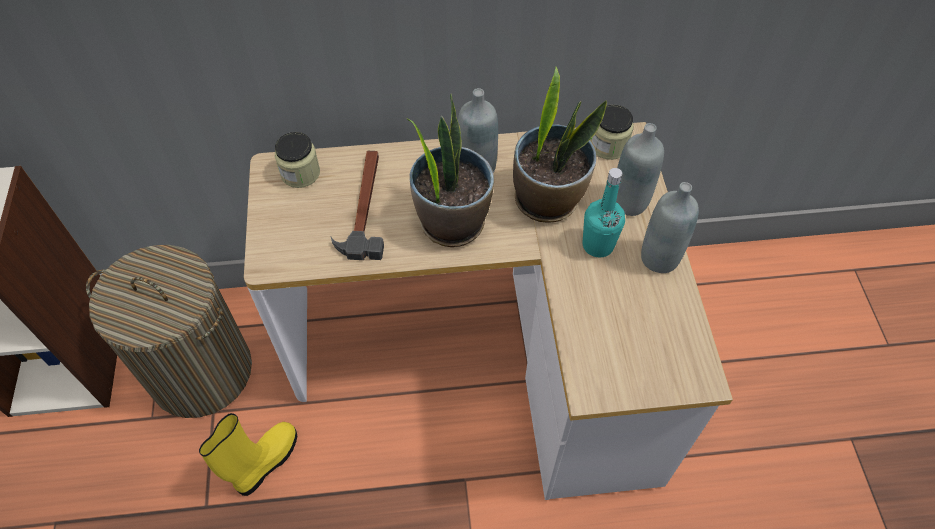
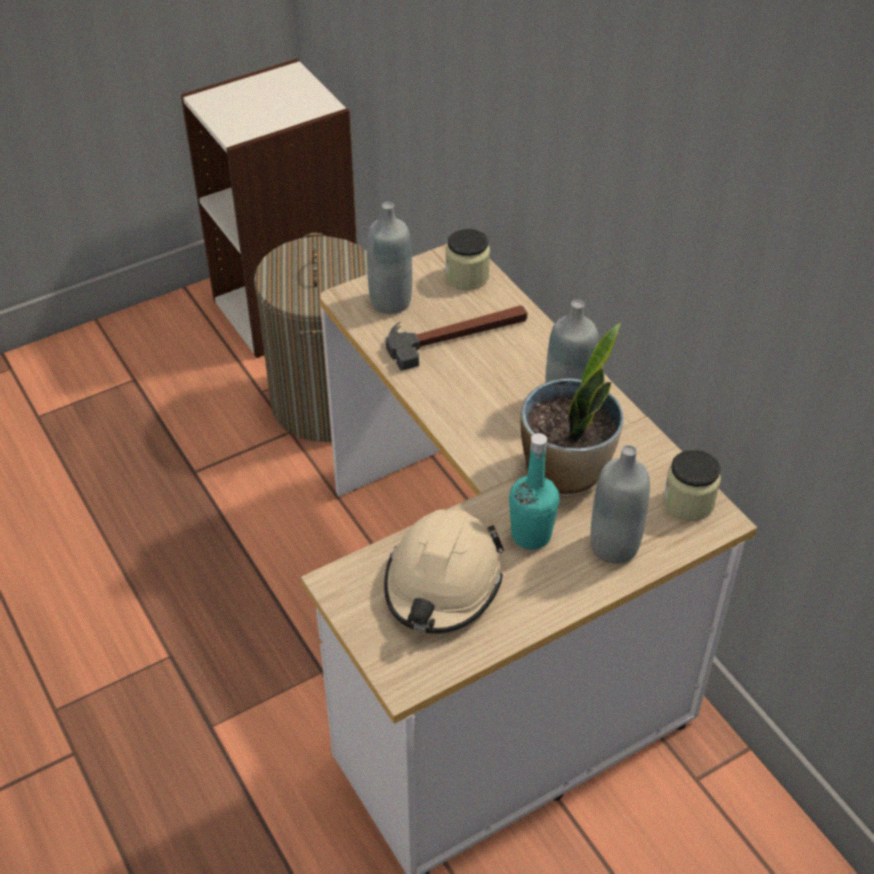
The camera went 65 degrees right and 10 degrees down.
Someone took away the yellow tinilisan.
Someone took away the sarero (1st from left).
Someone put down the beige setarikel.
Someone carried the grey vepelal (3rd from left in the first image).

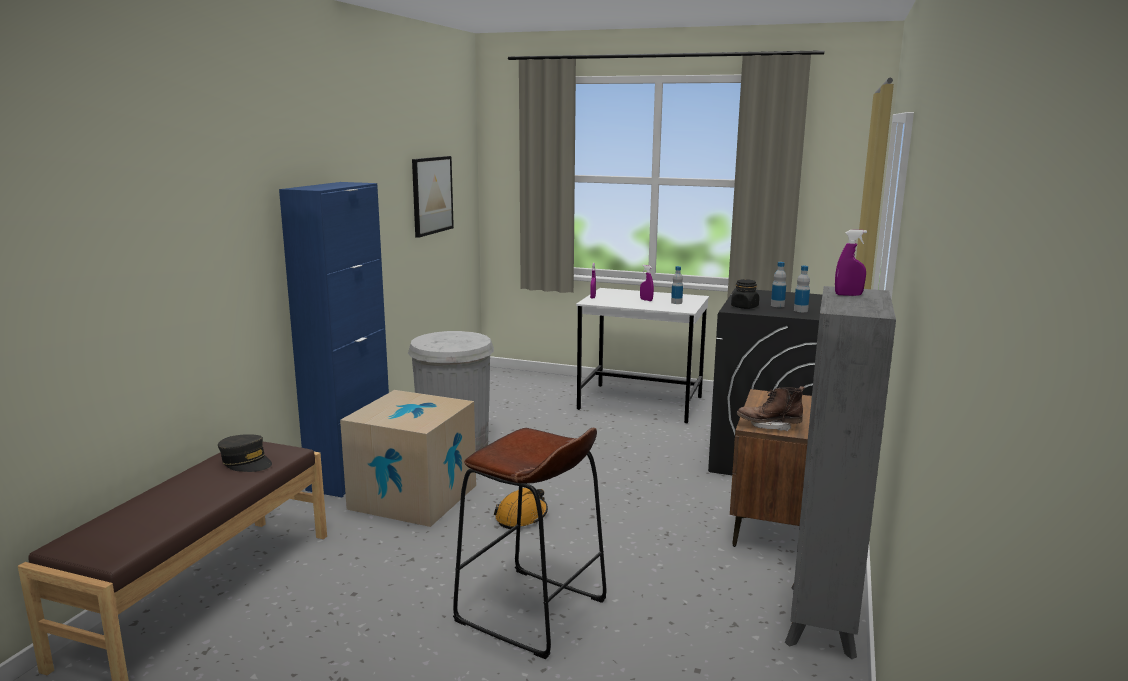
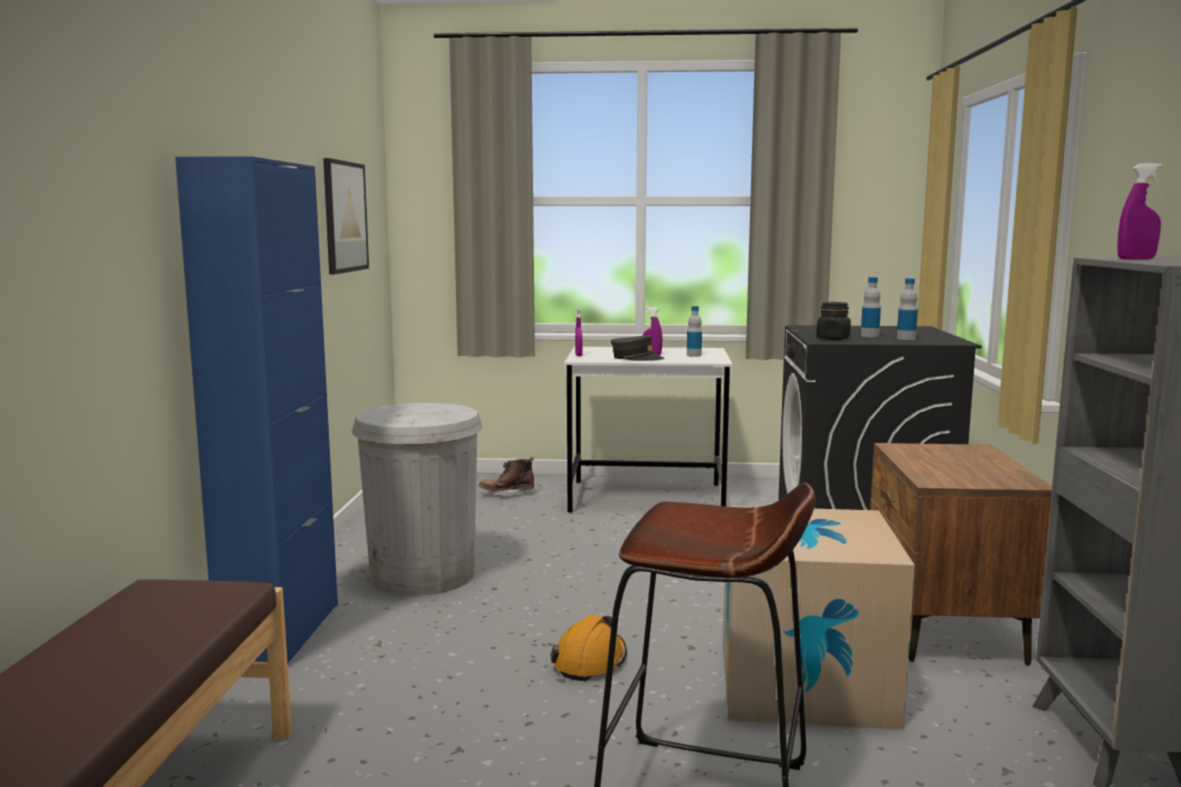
The camera went 15 degrees left and 5 degrees down.
Someone carried the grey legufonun.
Someone carried the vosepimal.
Someone carried the brown tinilisan.

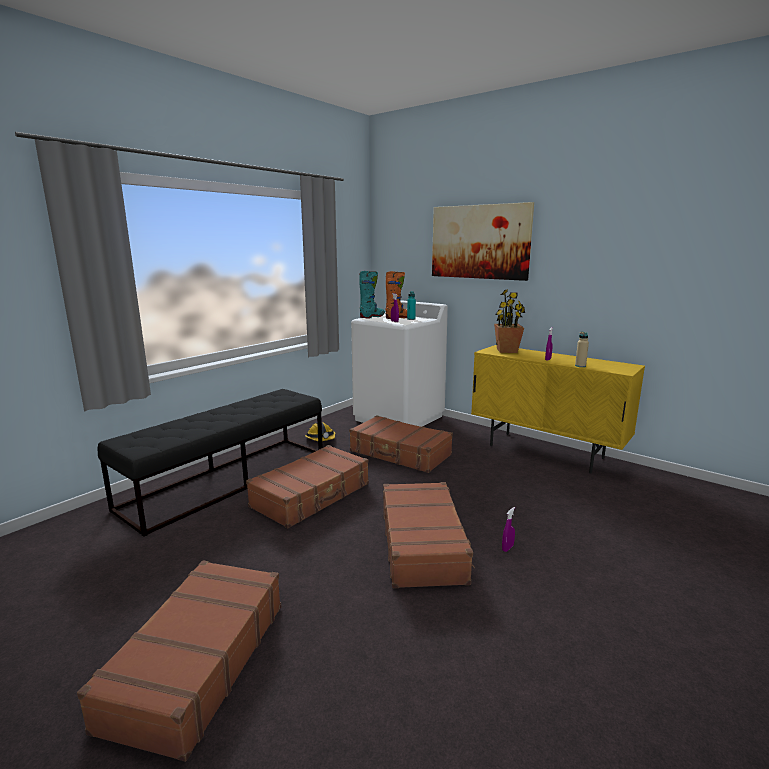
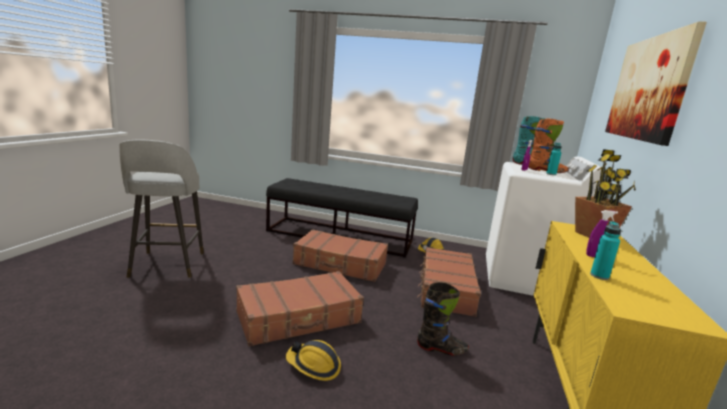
The camera went 65 degrees right and 0 degrees up.
Someone put down the black tinilisan.
Someone swapped the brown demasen (1st from left) for the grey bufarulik.
Someone swapped the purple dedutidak (2nd from left) for the setarikel (1st from left).
Someone repainted the beige vepelal, which became the turquoise vepelal (2nd from left).

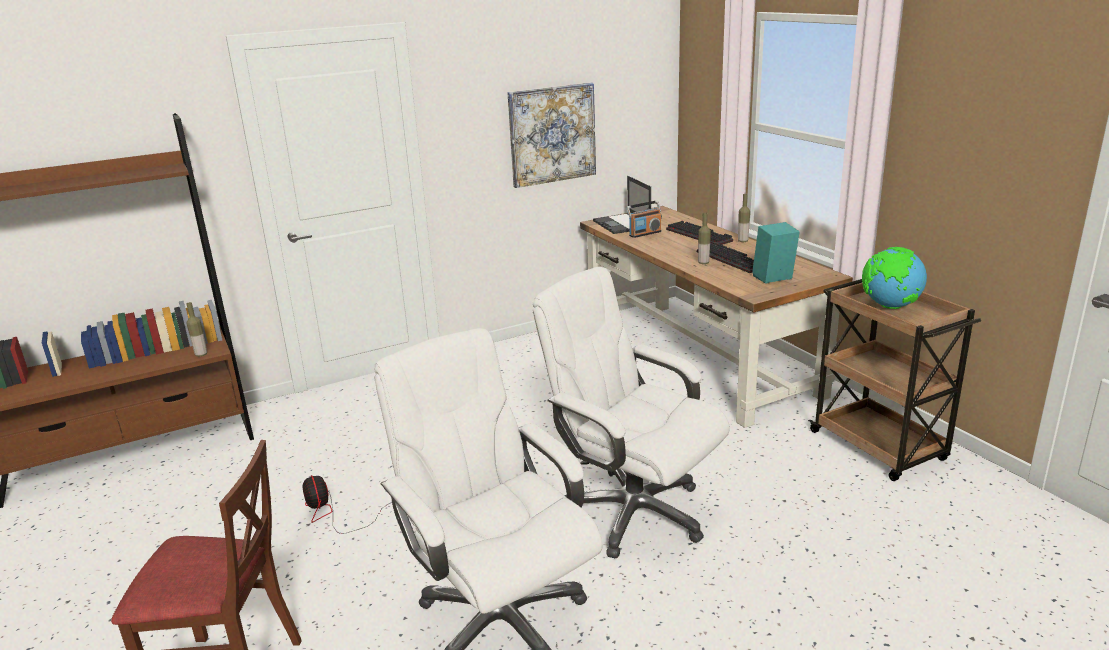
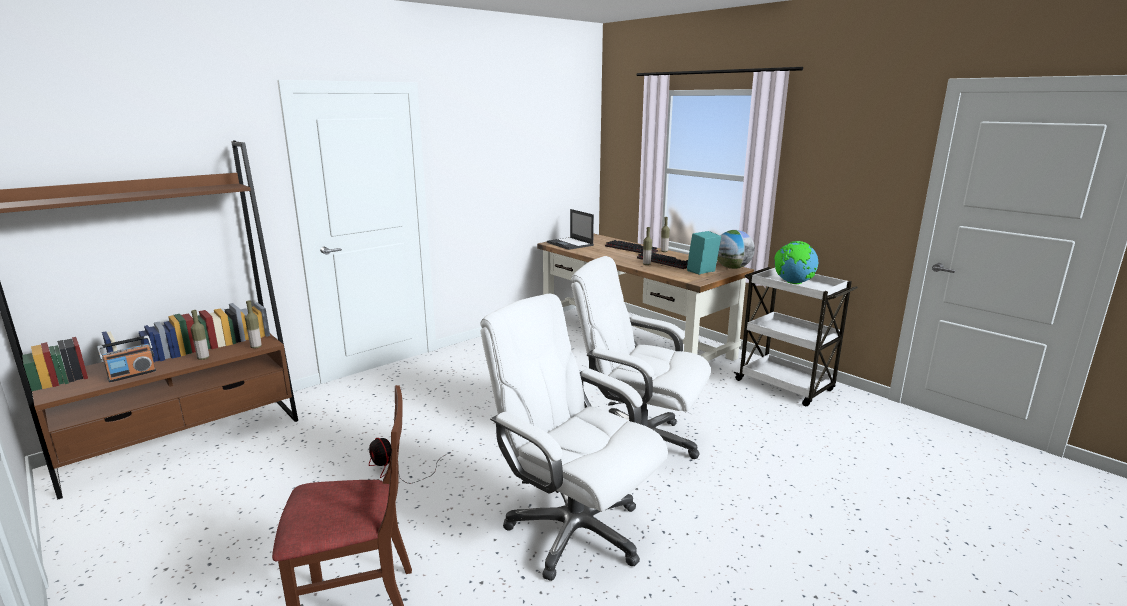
The camera went 15 degrees left and 5 degrees down.
Someone took away the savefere.
Someone put down the vepelal (1st from left).
Someone put down the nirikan (1st from left).
Someone carried the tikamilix.
Someone repainted the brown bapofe, which became the white bapofe.

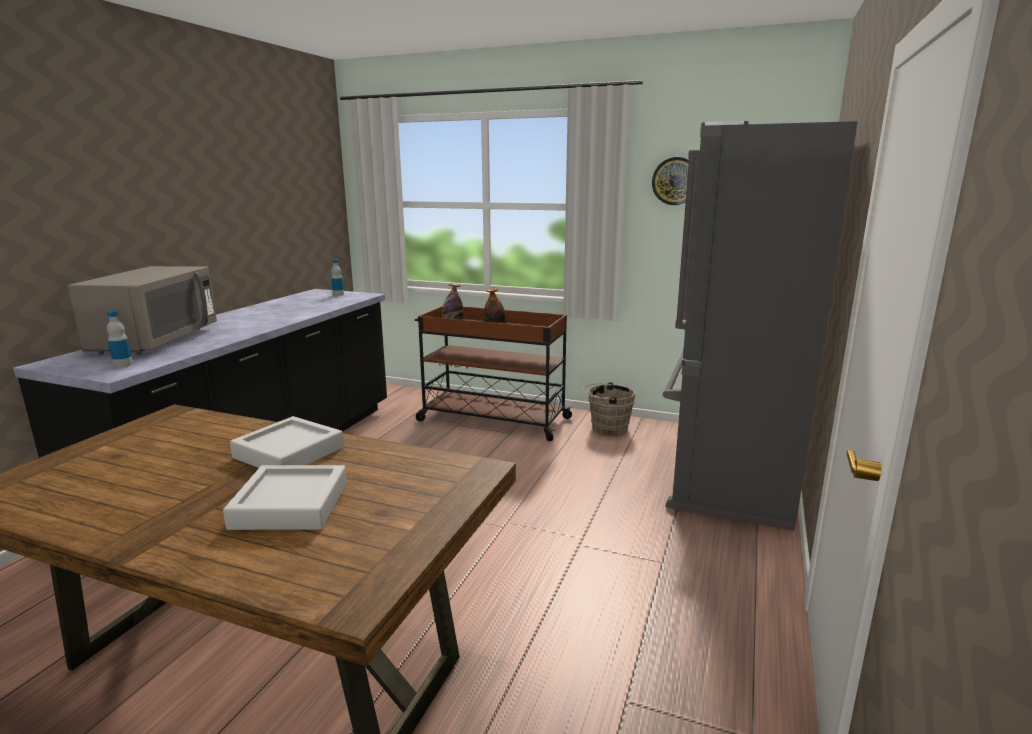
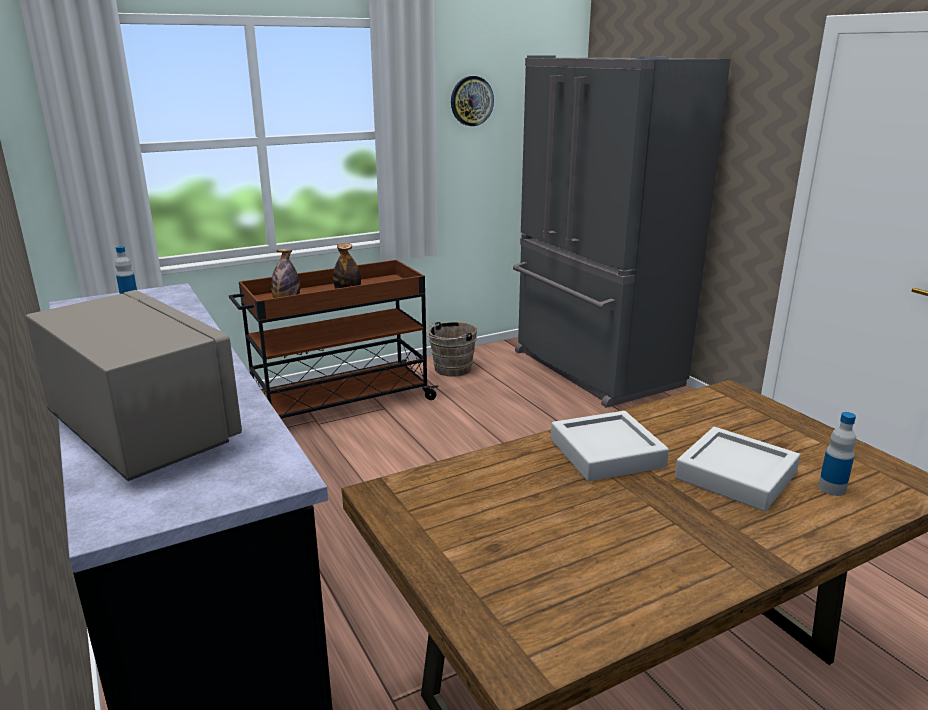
The camera went 50 degrees left and 5 degrees up.
Someone carried the vepelal (1st from left in the first image).

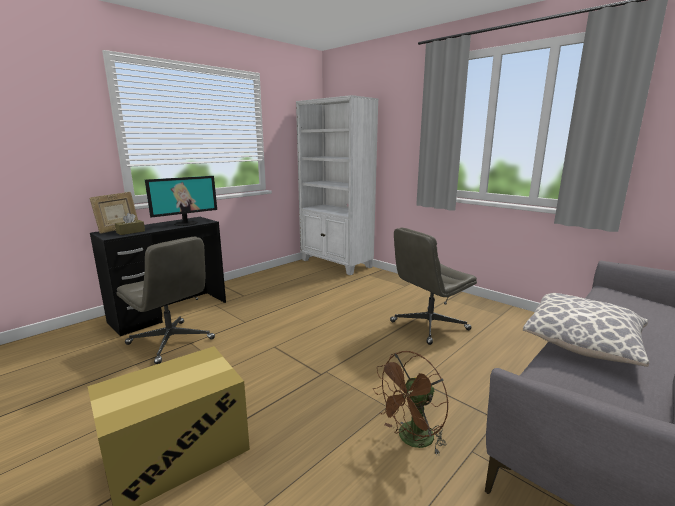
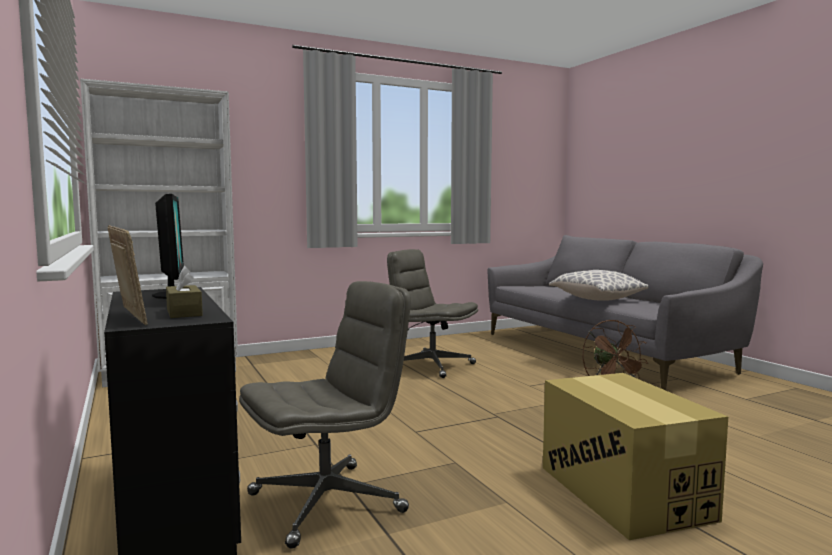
The camera went 70 degrees left and 10 degrees down.
Someone rotated the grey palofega (2nd from left) by 135 degrees clockwise.

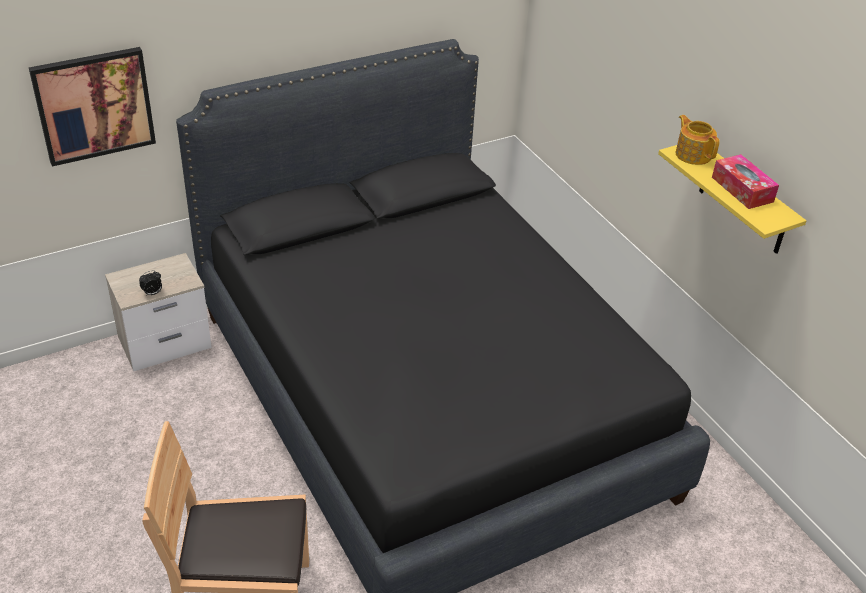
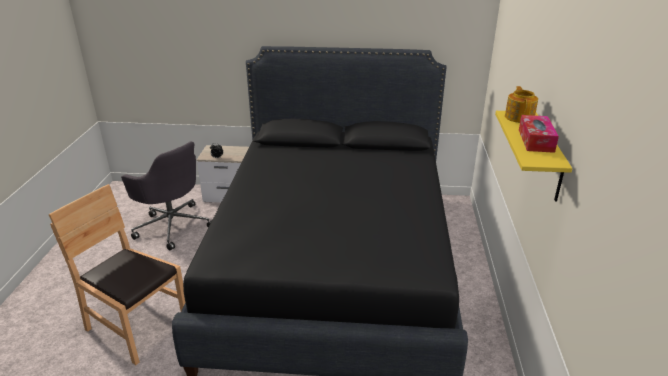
The camera went 35 degrees right and 10 degrees down.
Someone took away the savefere.
Someone put down the grey palofega.

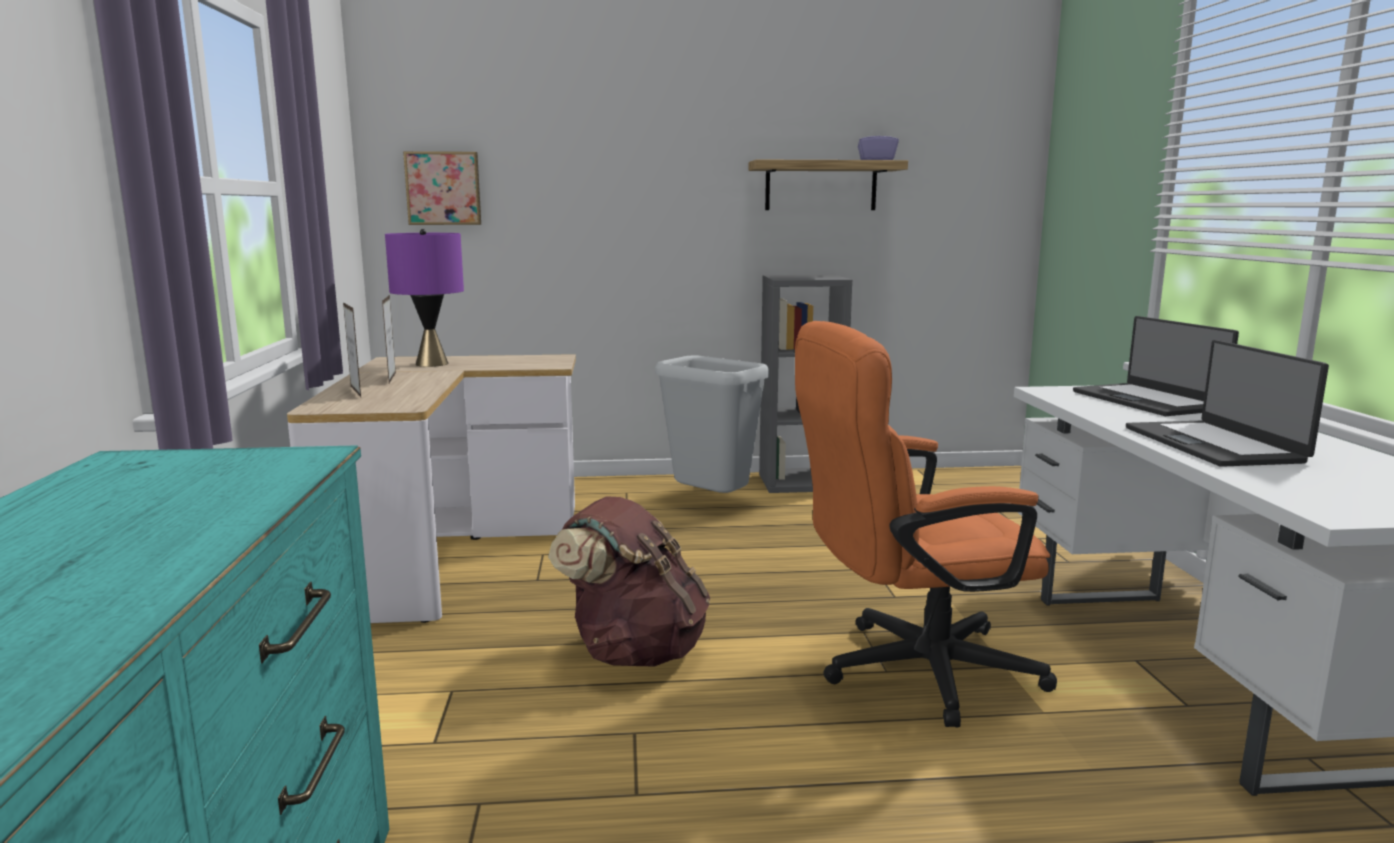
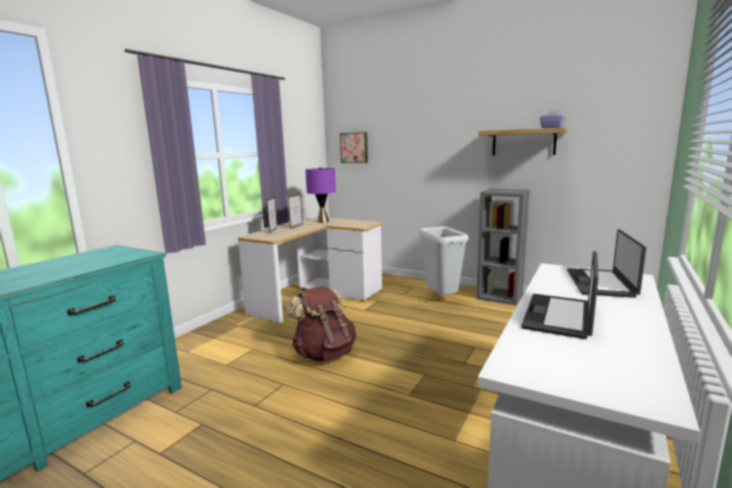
The camera went 35 degrees right and 0 degrees up.
Someone took away the orange palofega.

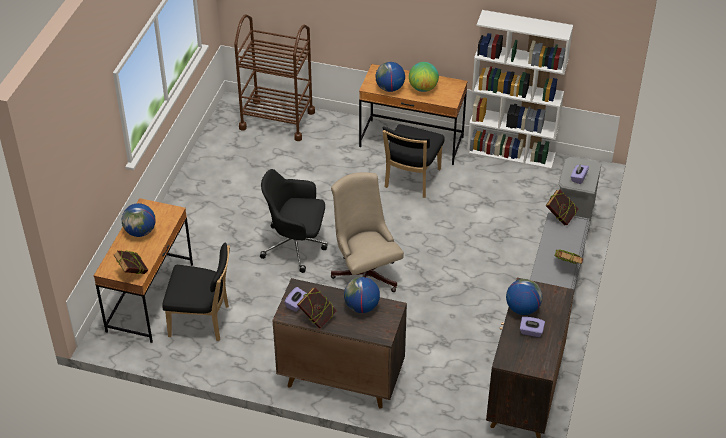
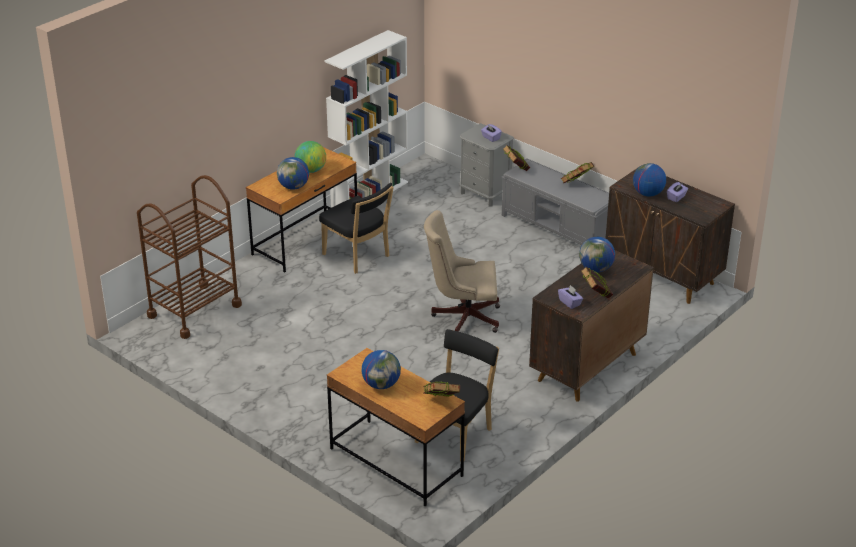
The camera went 65 degrees left and 10 degrees down.
Someone took away the black palofega.

